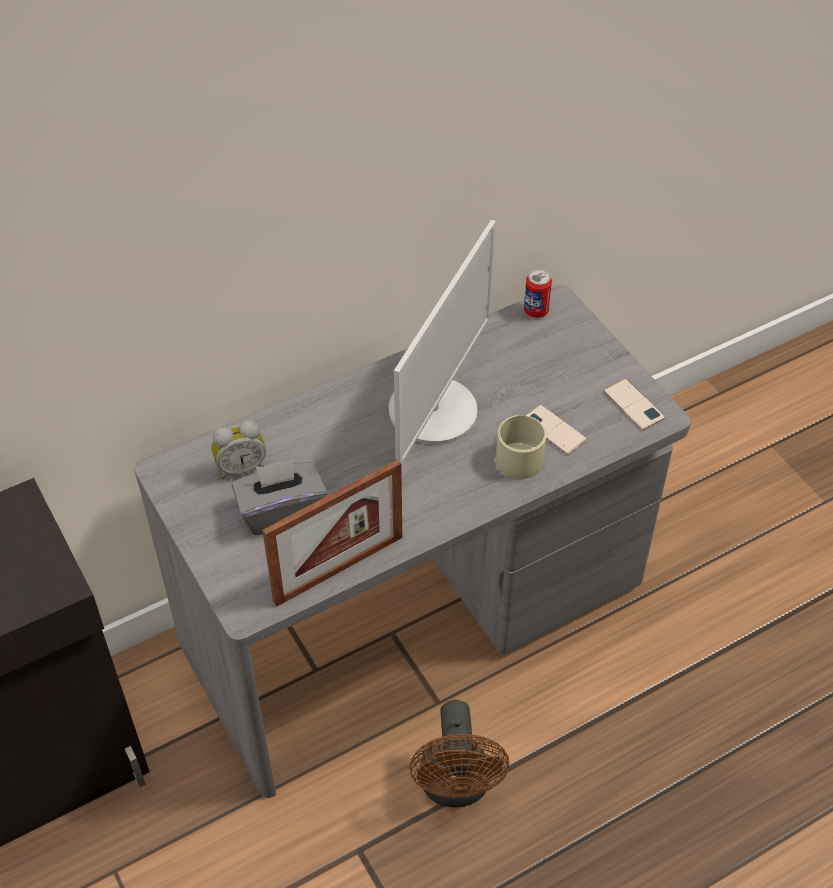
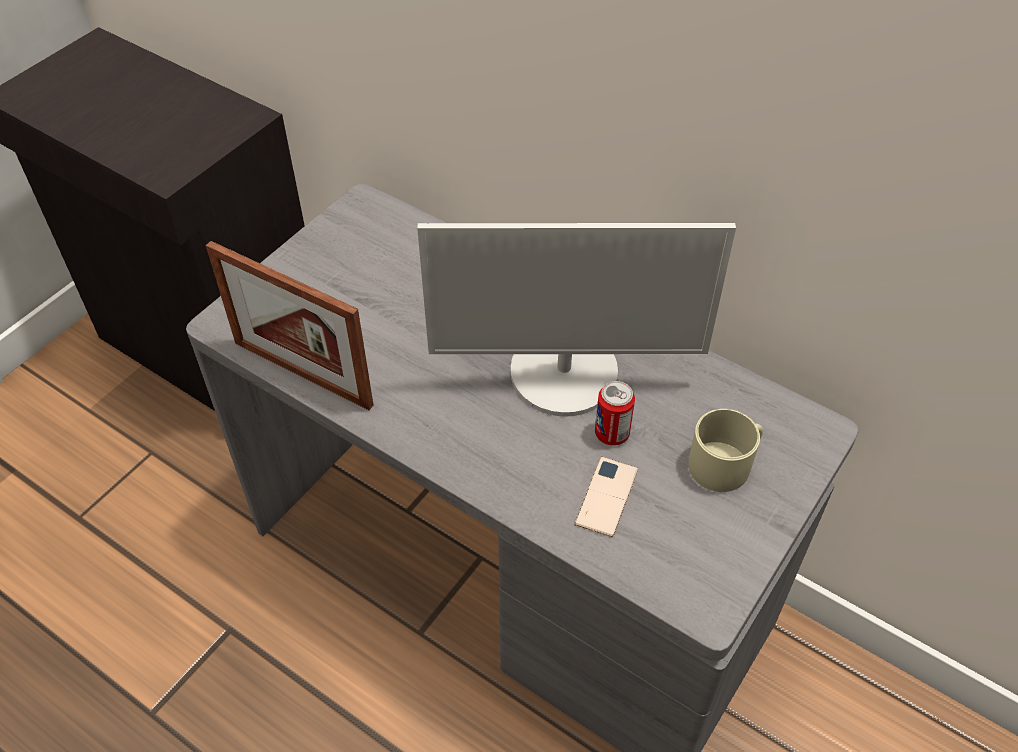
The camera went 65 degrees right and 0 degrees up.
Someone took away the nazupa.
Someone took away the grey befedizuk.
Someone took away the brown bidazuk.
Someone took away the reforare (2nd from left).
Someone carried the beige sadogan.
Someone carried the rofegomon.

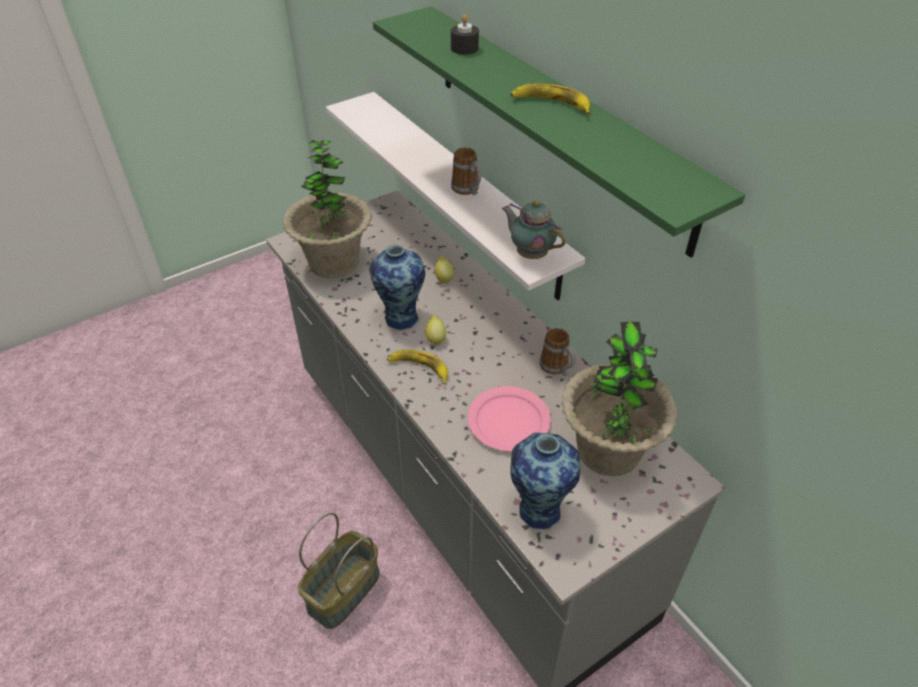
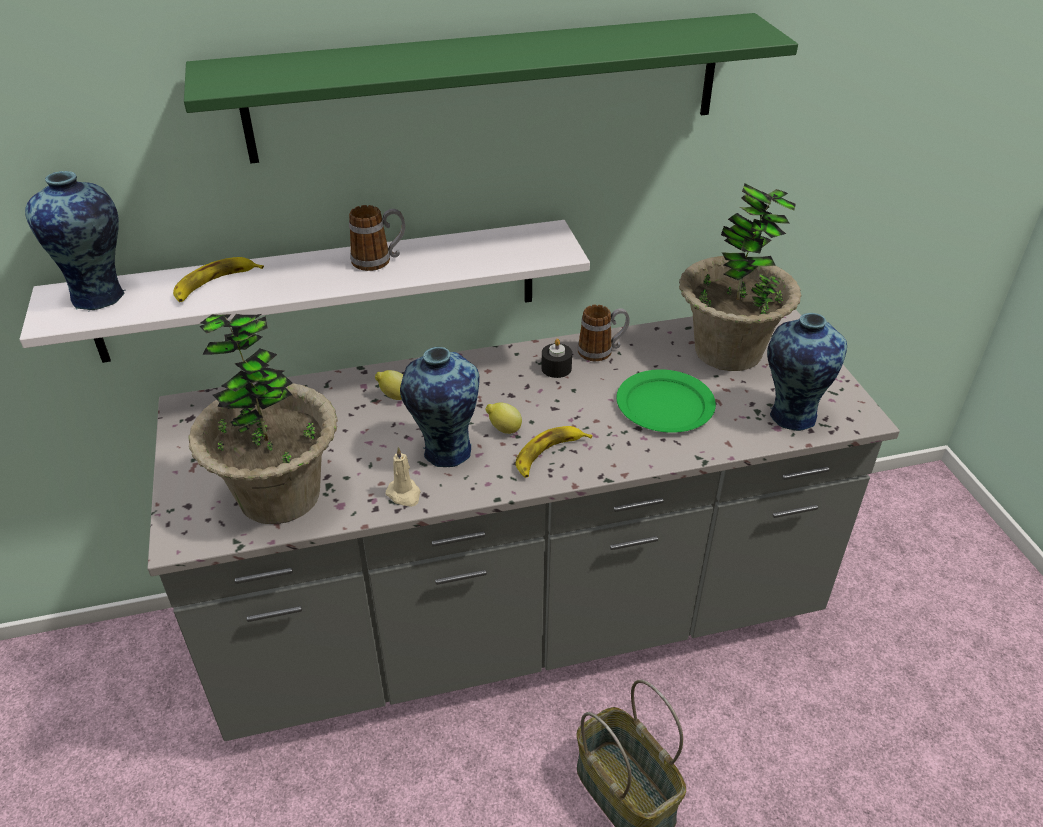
The camera went 70 degrees left and 5 degrees down.
Someone took away the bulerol.
Someone put down the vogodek (1st from left).
Someone put down the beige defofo.
Someone carried the black defofo.
Someone carried the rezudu (2nd from left in the first image).
Someone repainted the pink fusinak, which became the green fusinak.

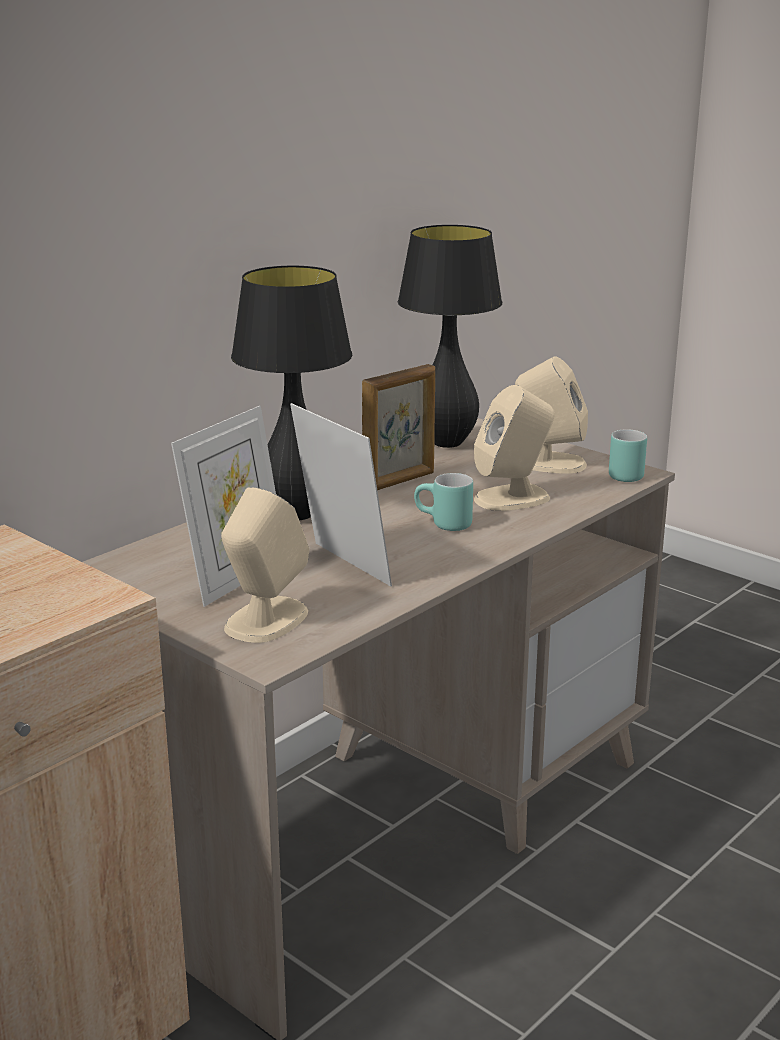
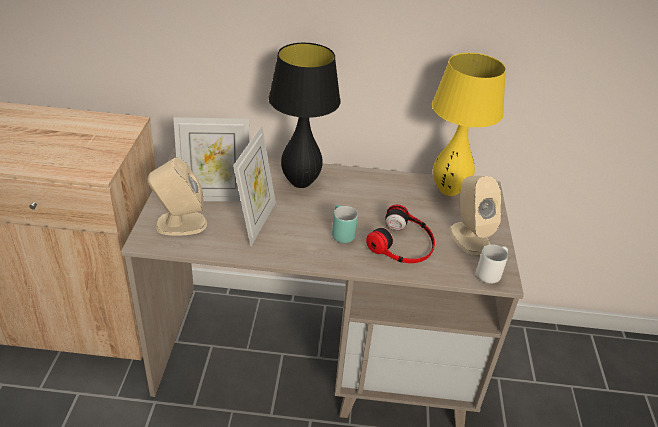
The camera went 50 degrees right and 15 degrees up.
Someone took away the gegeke (3rd from left).
Someone swapped the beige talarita (2nd from left) for the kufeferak.
Someone repainted the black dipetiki (2nd from left), which became the yellow dipetiki.
Someone repainted the turquoise sadogan (2nd from left), which became the white sadogan.

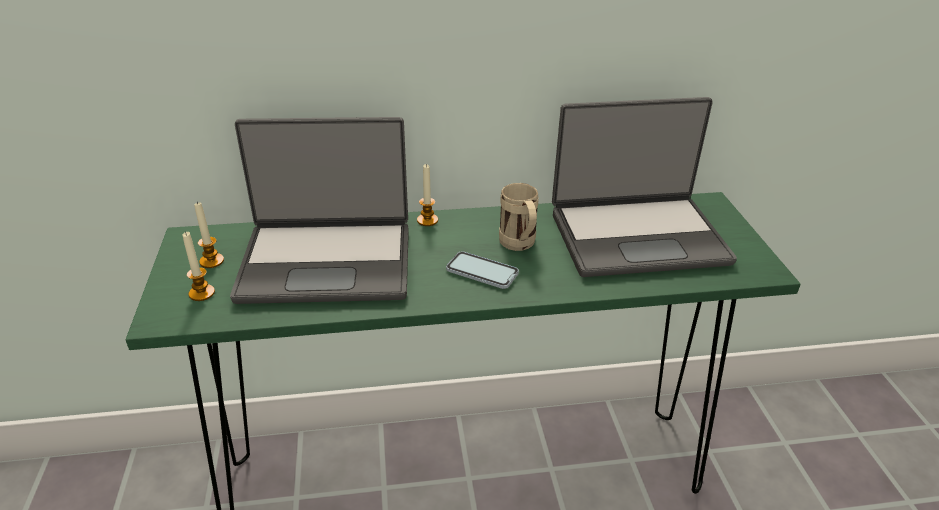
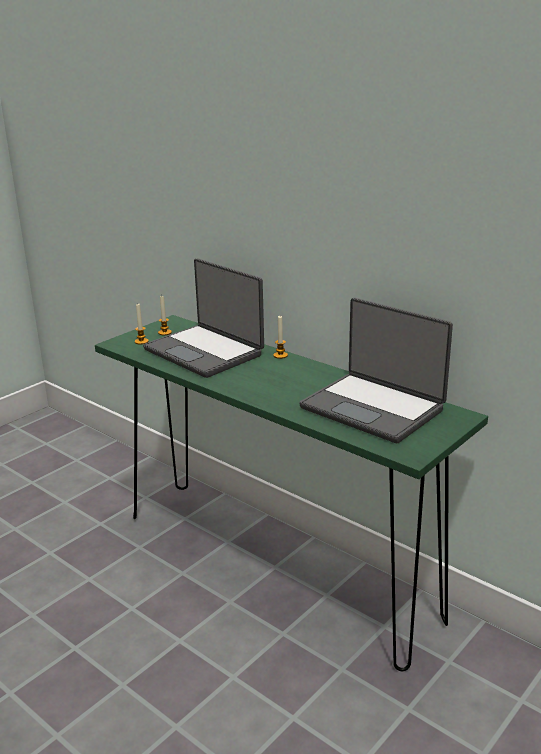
The camera went 50 degrees right and 10 degrees down.
Someone took away the reforare.
Someone took away the beige sadogan.

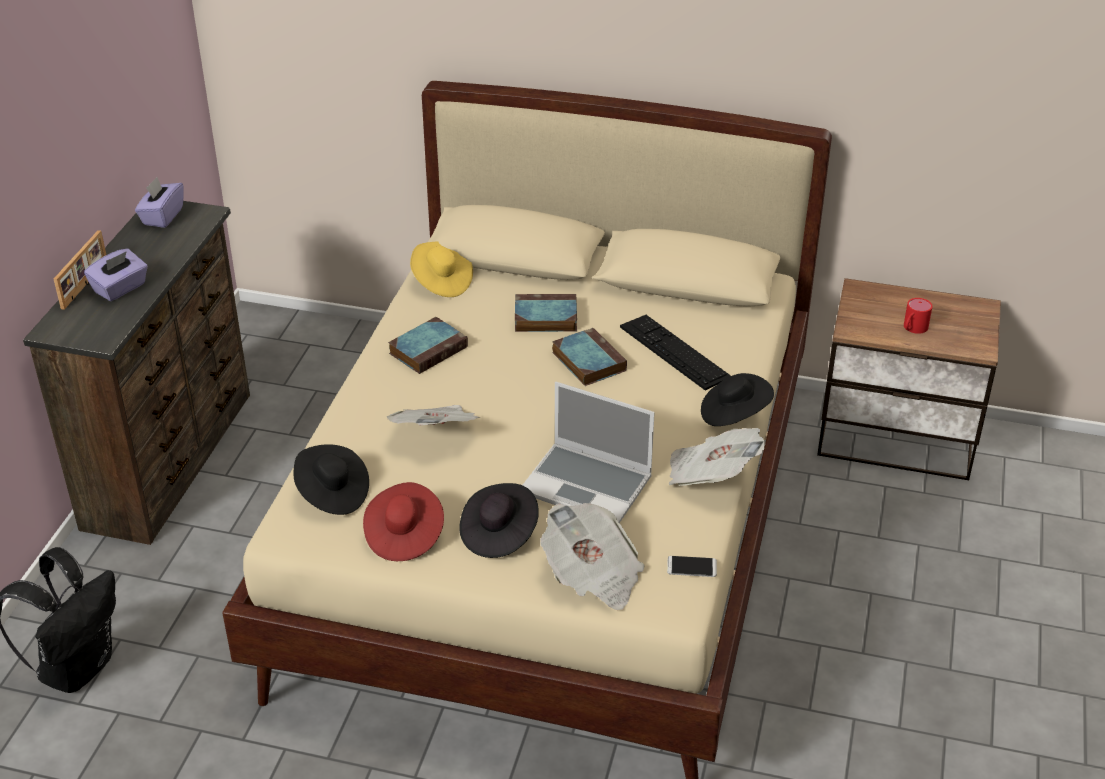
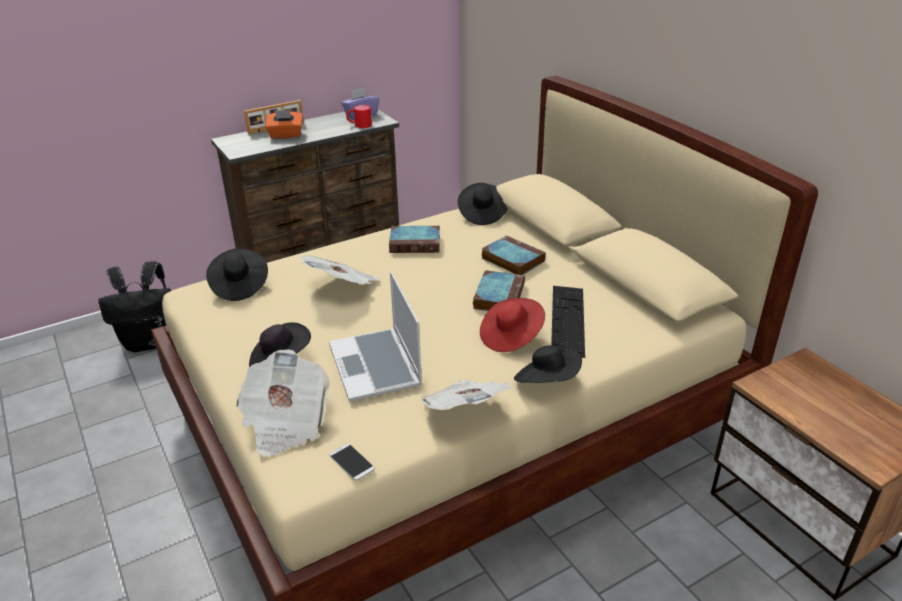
The camera went 45 degrees right and 5 degrees down.
Someone carried the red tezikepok.
Someone carried the red sadogan.
Someone repainted the purple befedizuk (1st from left), which became the orange befedizuk.
Someone repainted the yellow tezikepok, which became the black tezikepok (3rd from left).

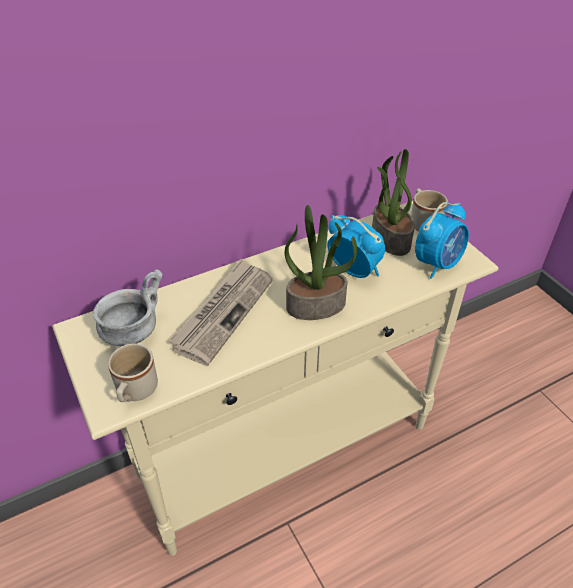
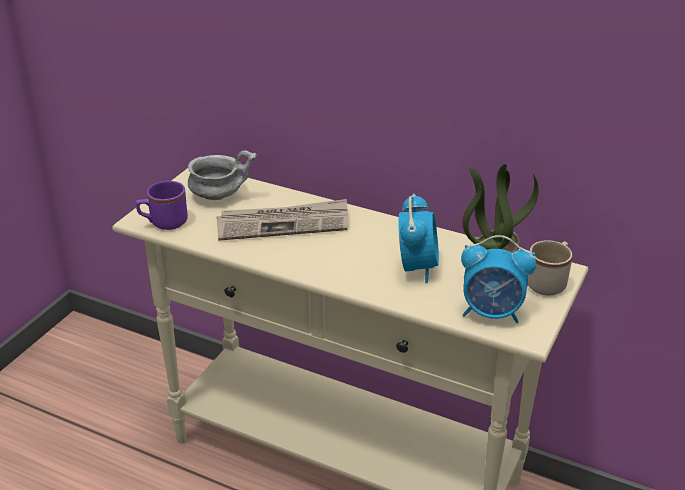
The camera went 55 degrees right and 10 degrees down.
Someone took away the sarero (1st from left).
Someone repainted the beige sadogan (1st from left), which became the purple sadogan.

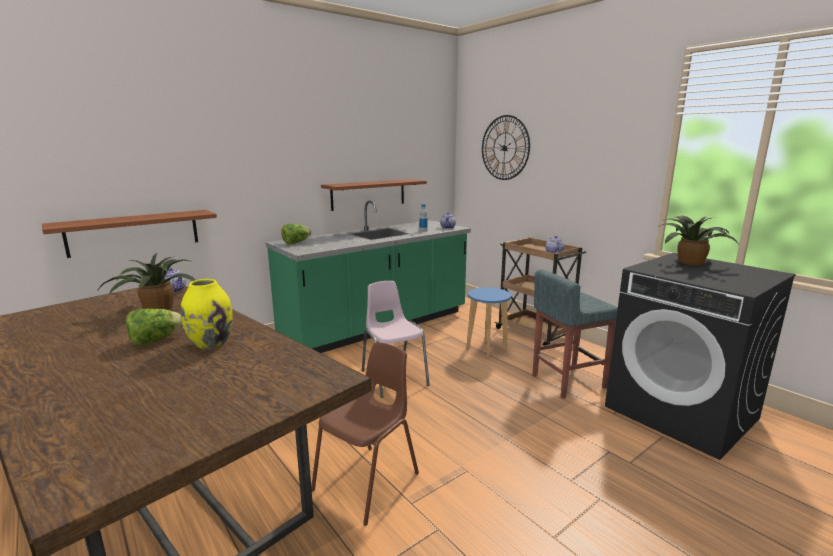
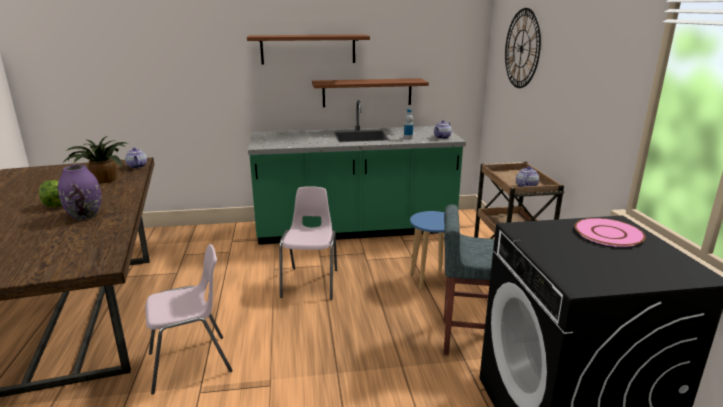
The camera went 30 degrees right and 5 degrees up.
Someone took away the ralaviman (2nd from left).
Someone carried the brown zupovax (1st from left).
Someone swapped the sarero (2nd from left) for the pink fusinak.
Someone repainted the yellow vogodek, which became the purple vogodek.
Someone repainted the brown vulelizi, which became the pink vulelizi (1st from left).

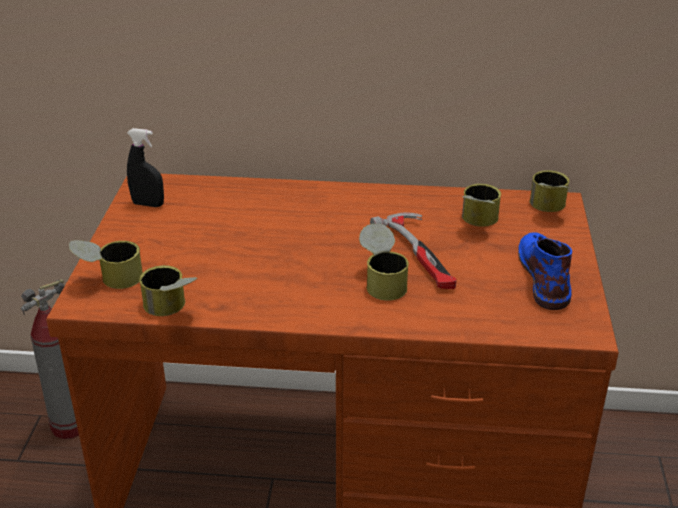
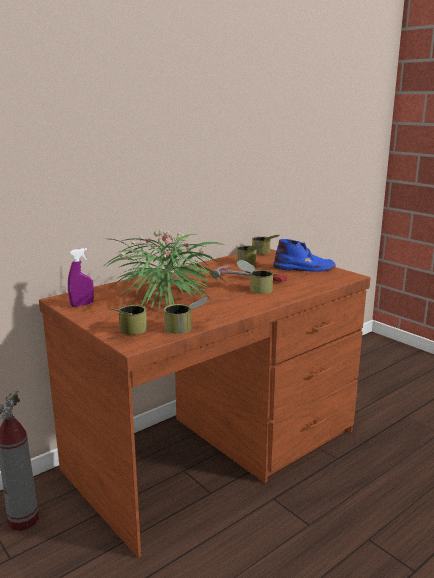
The camera went 45 degrees left and 15 degrees down.
Someone put down the sarero.
Someone repainted the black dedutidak, which became the purple dedutidak.
Someone rotated the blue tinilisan by 135 degrees clockwise.

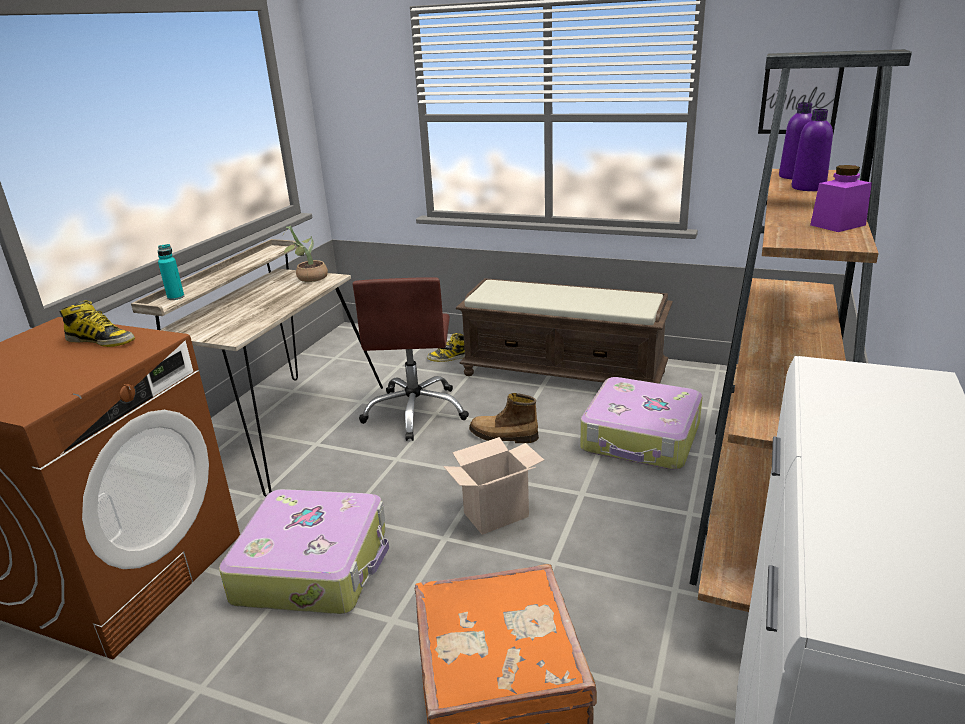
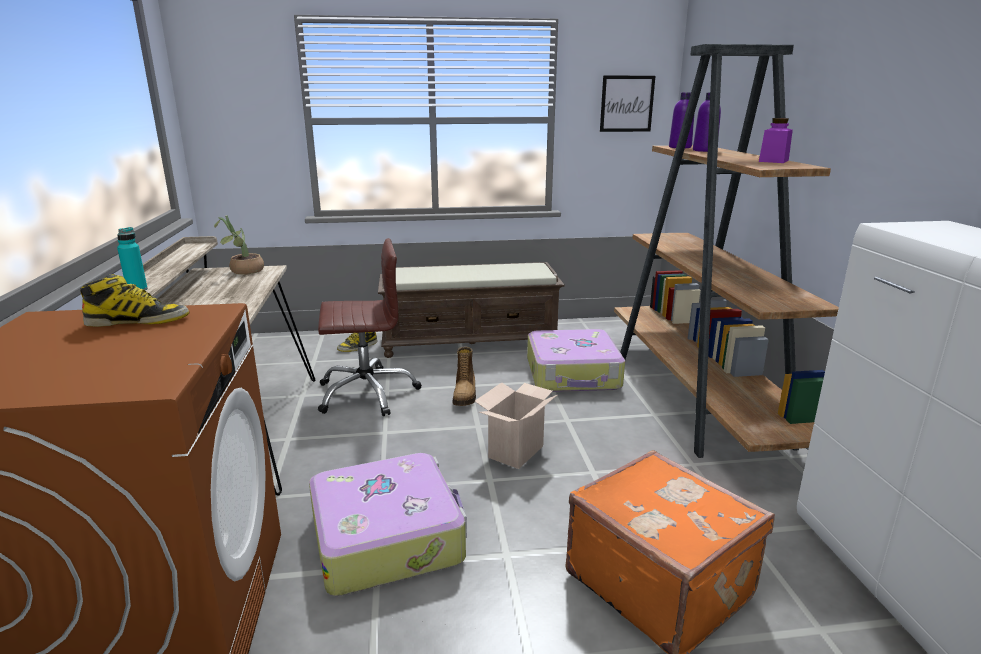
The camera went 30 degrees left and 5 degrees down.
Someone rotated the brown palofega by 75 degrees counterclockwise.
Someone rotated the tinilisan (3rd from left) by 75 degrees counterclockwise.

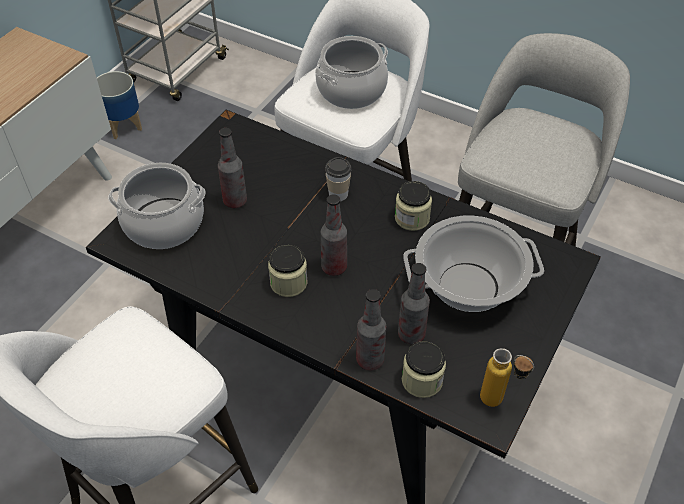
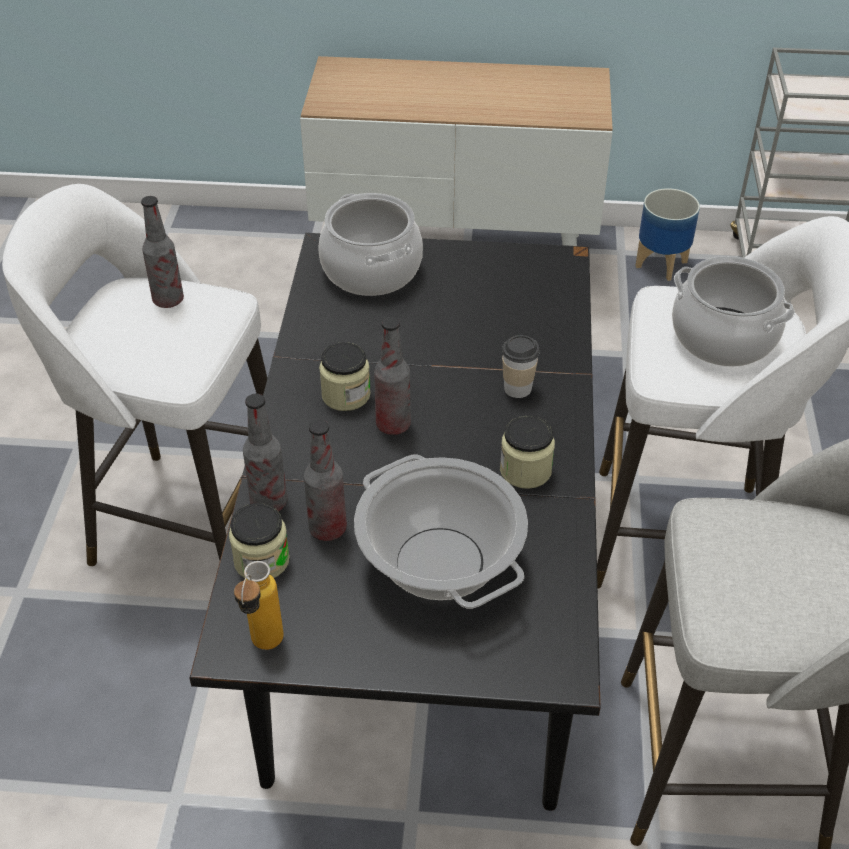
The camera went 65 degrees right and 5 degrees down.
Someone carried the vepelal (1st from left).

